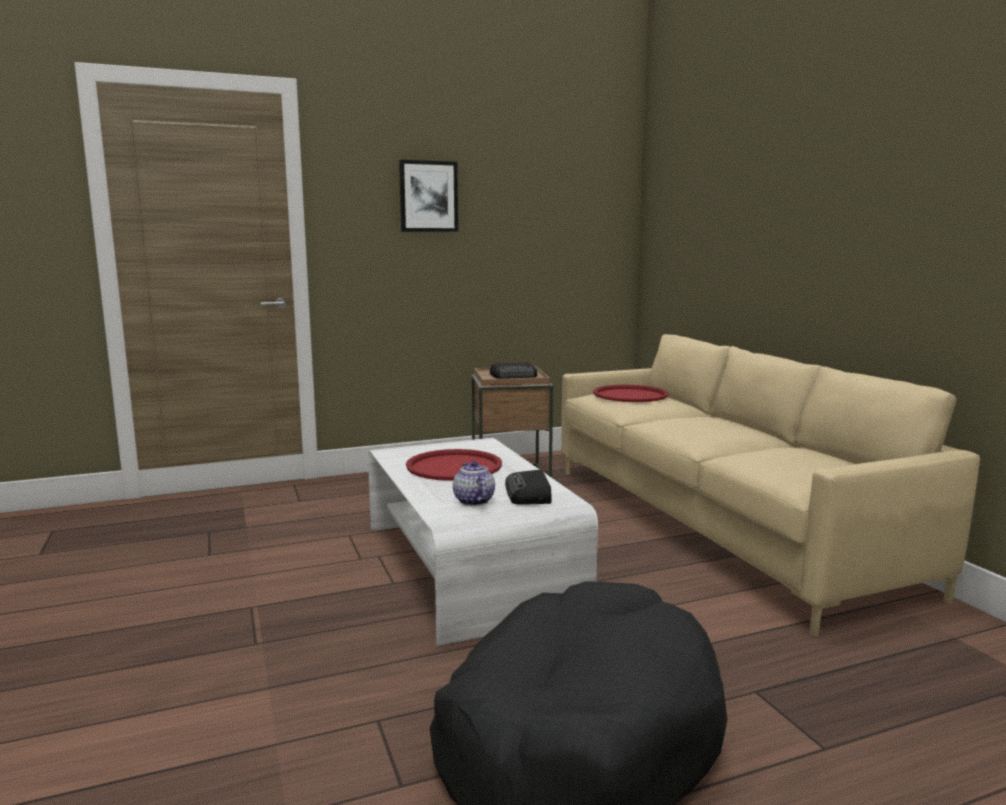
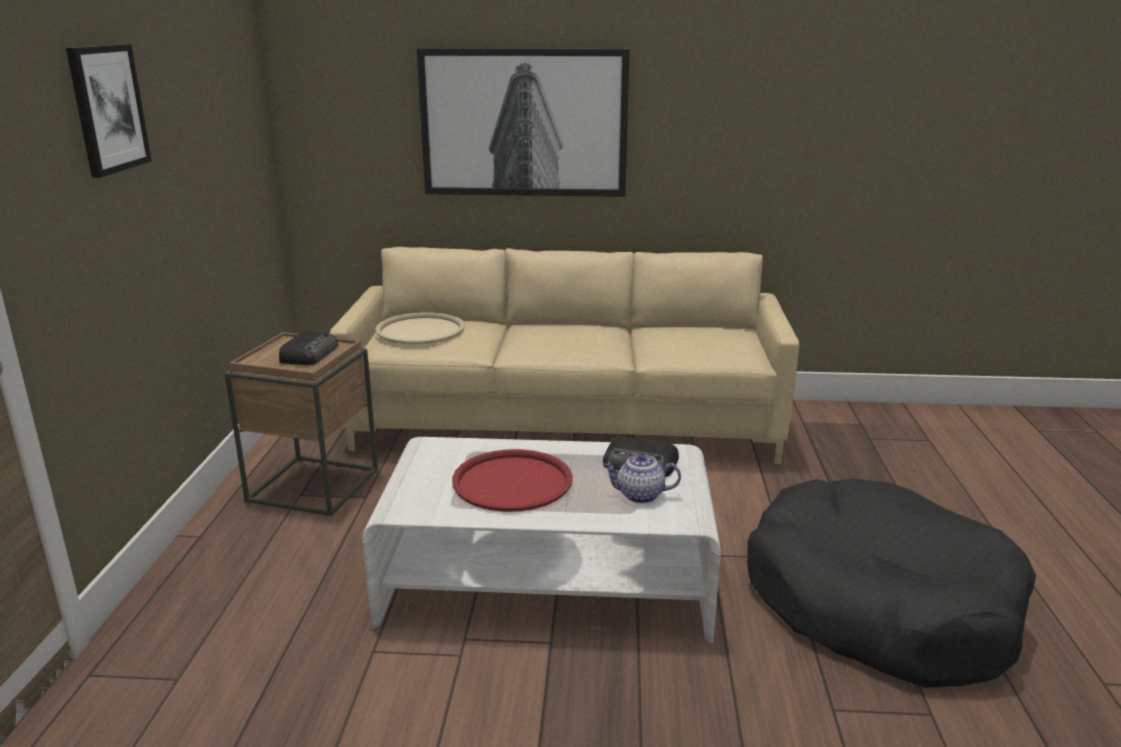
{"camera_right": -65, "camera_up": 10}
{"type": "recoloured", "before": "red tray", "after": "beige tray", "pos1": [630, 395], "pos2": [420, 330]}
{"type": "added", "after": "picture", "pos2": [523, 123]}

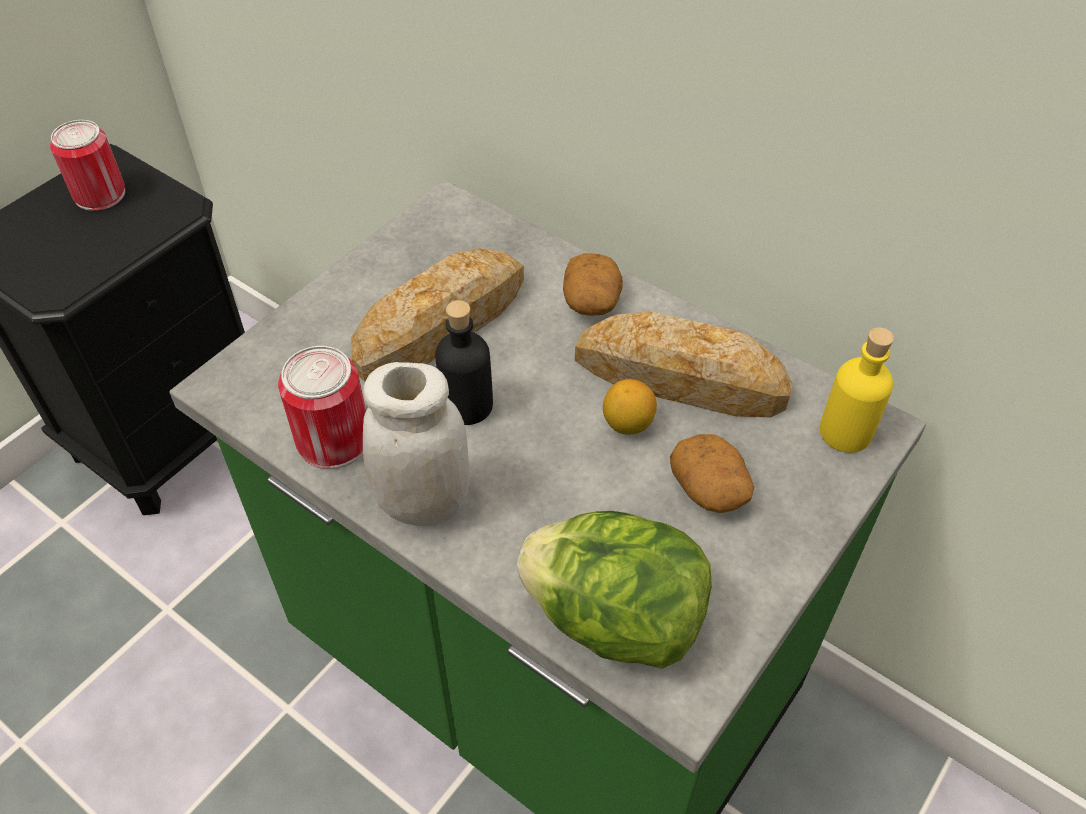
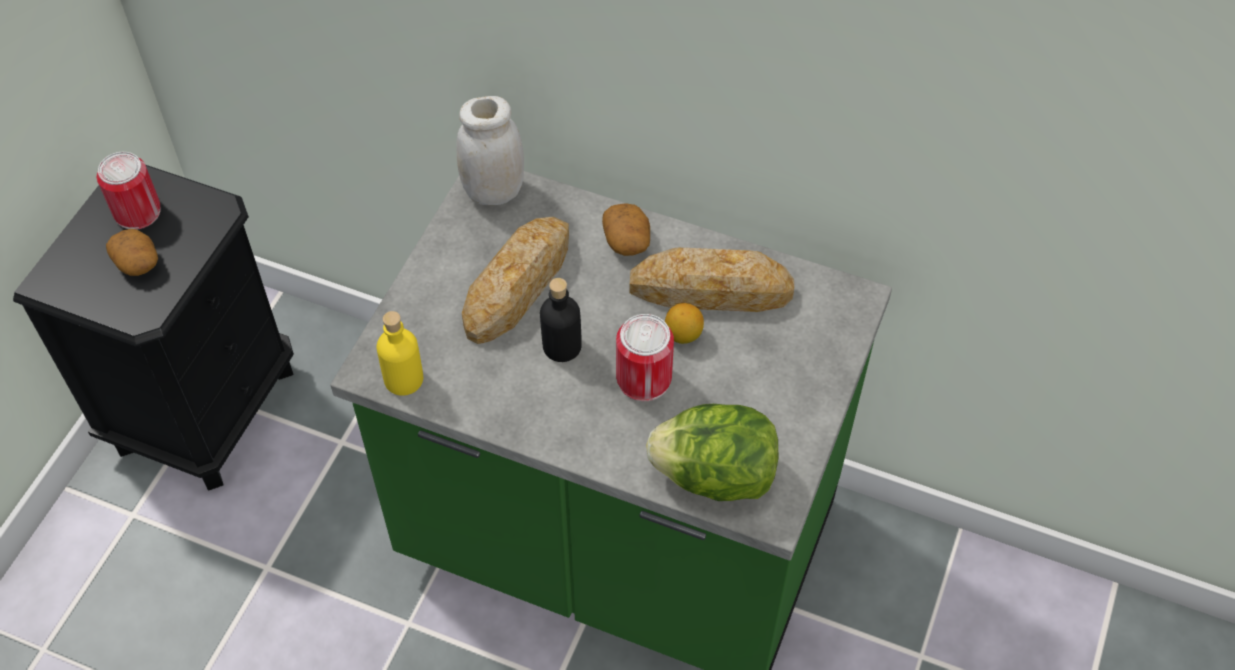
{"camera_right": -15, "camera_up": 5}
{"type": "moved", "before": "can", "pos1": [333, 440], "pos2": [643, 379]}
{"type": "moved", "before": "white jar", "pos1": [423, 503], "pos2": [493, 192]}
{"type": "moved", "before": "potato", "pos1": [710, 488], "pos2": [137, 262]}
{"type": "moved", "before": "yellow bottle", "pos1": [845, 432], "pos2": [404, 379]}

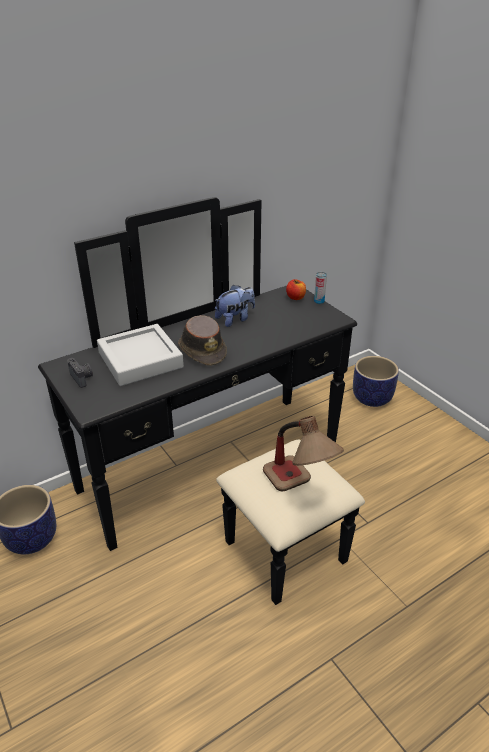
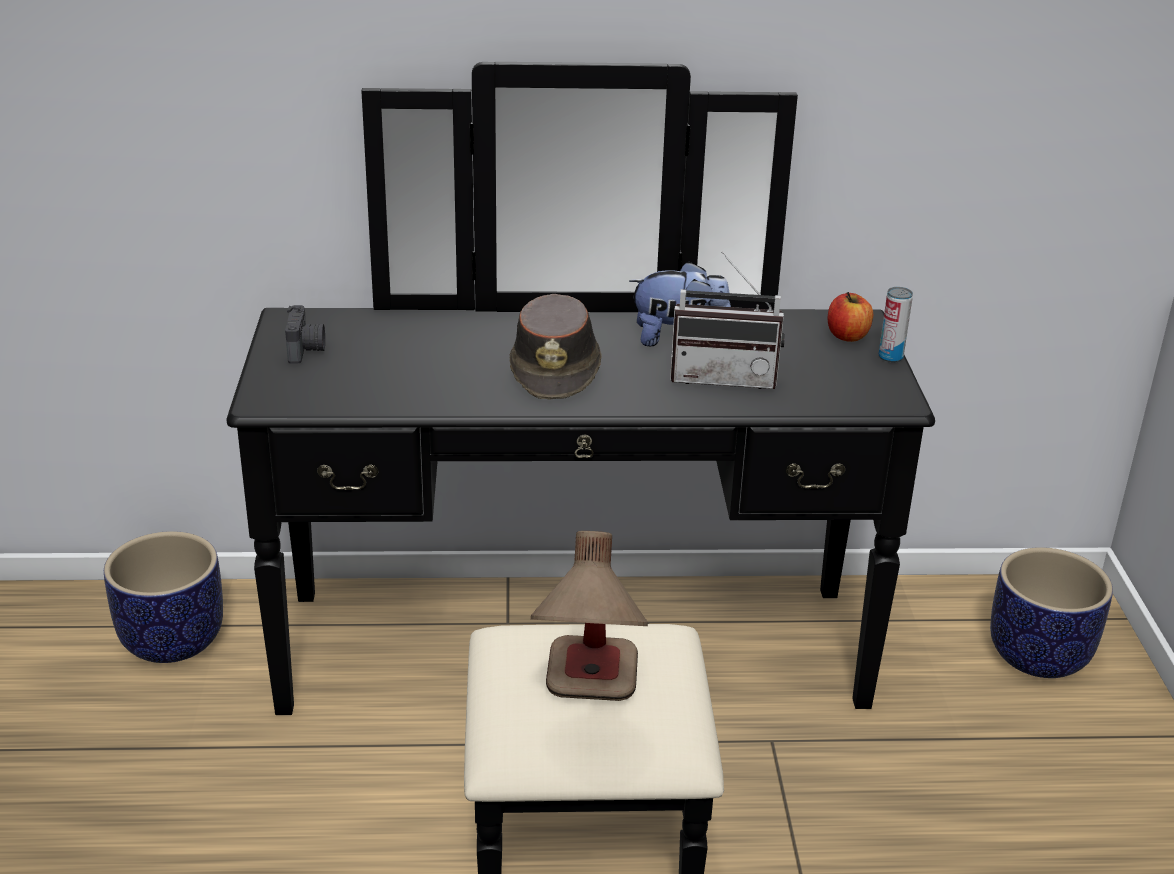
{"camera_right": 30, "camera_up": -5}
{"type": "removed", "before": "grey tray", "pos1": [140, 360]}
{"type": "added", "after": "radio", "pos2": [724, 377]}

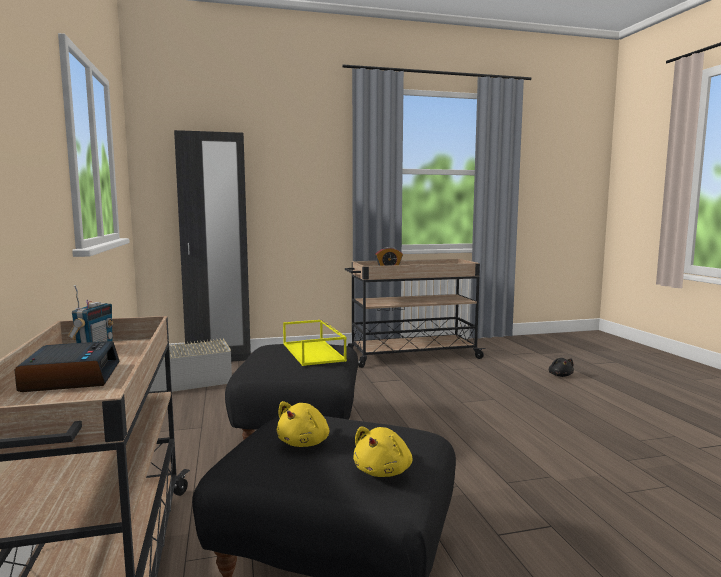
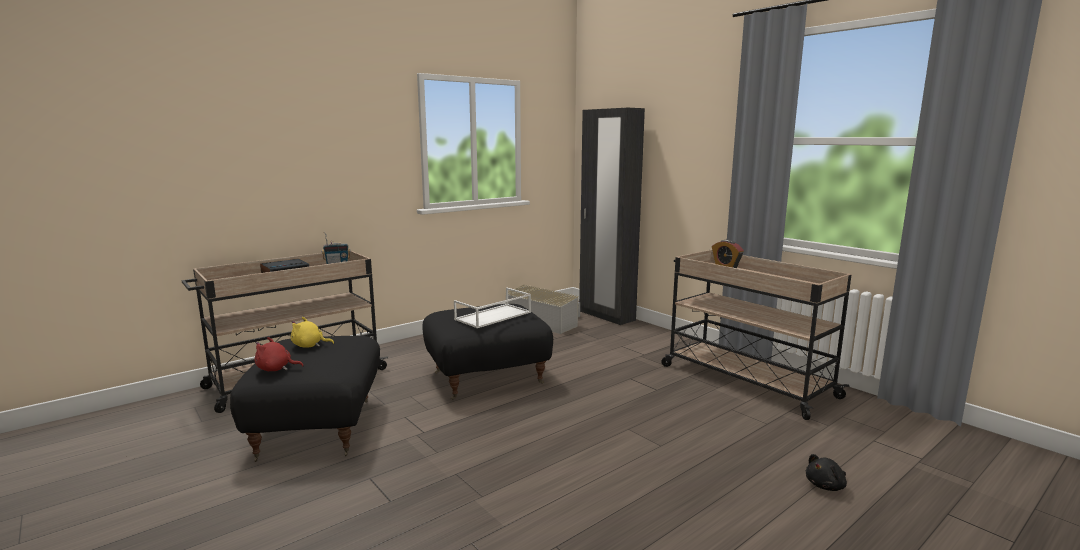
{"camera_right": 65, "camera_up": 5}
{"type": "recoloured", "before": "yellow tray", "after": "white tray", "pos1": [314, 352], "pos2": [493, 316]}
{"type": "recoloured", "before": "yellow plush toy", "after": "red plush toy", "pos1": [384, 471], "pos2": [276, 369]}

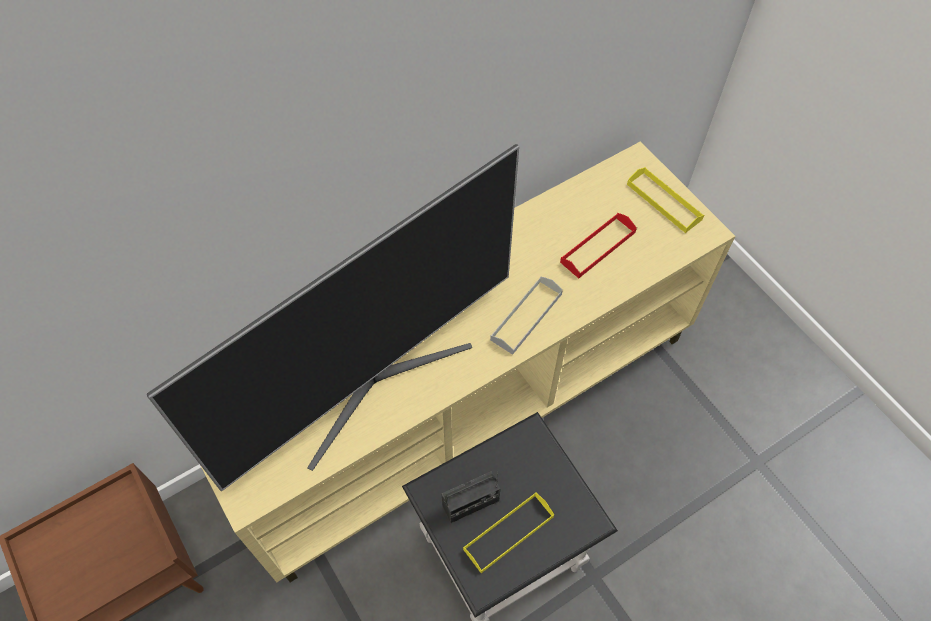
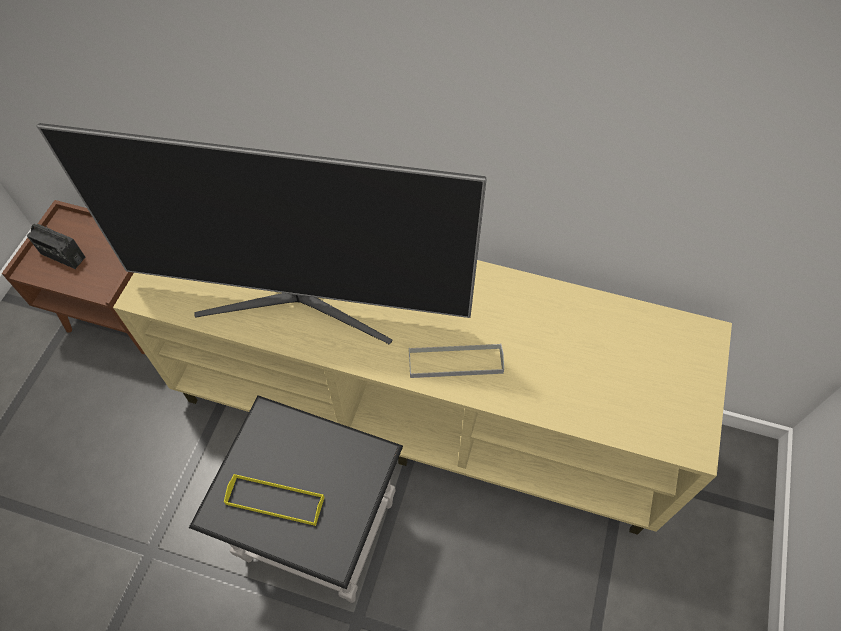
{"camera_right": 50, "camera_up": 0}
{"type": "moved", "before": "radio", "pos1": [471, 503], "pos2": [63, 255]}
{"type": "removed", "before": "red tray", "pos1": [598, 247]}
{"type": "removed", "before": "yellow tray", "pos1": [664, 202]}

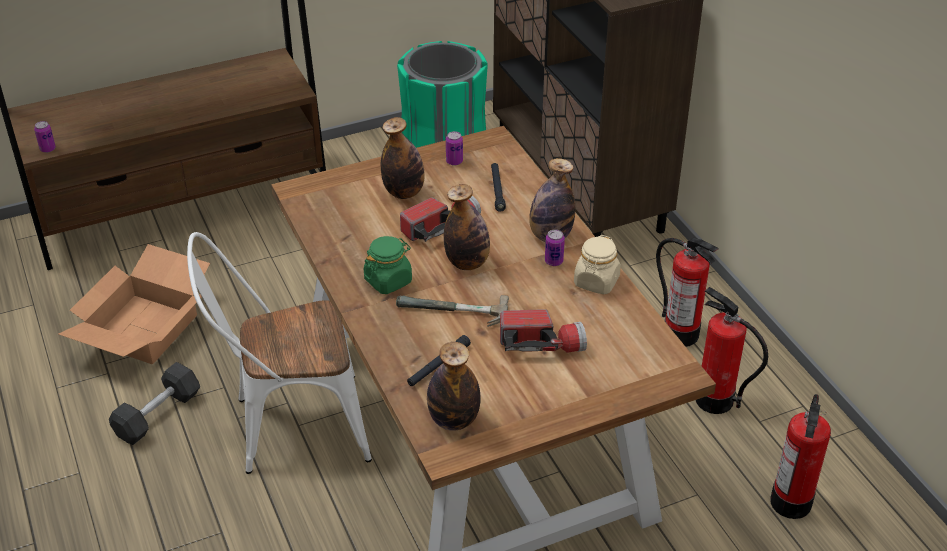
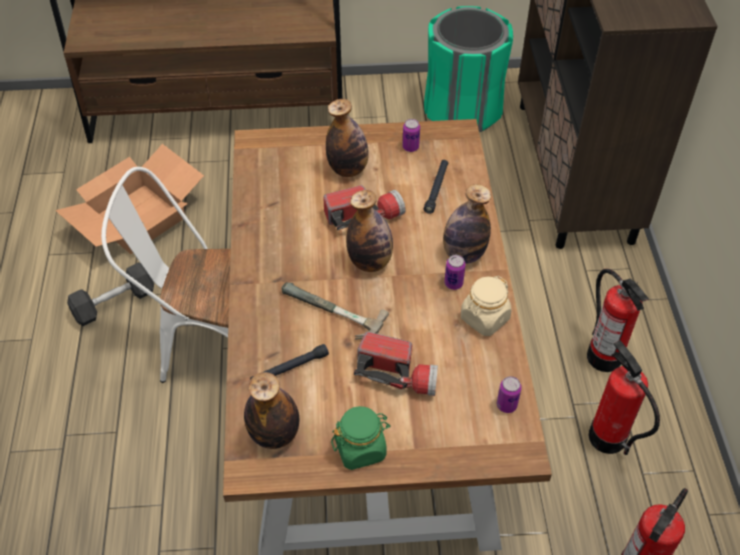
{"camera_right": 20, "camera_up": 10}
{"type": "moved", "before": "can", "pos1": [48, 149], "pos2": [506, 405]}
{"type": "moved", "before": "green jar", "pos1": [388, 281], "pos2": [360, 448]}

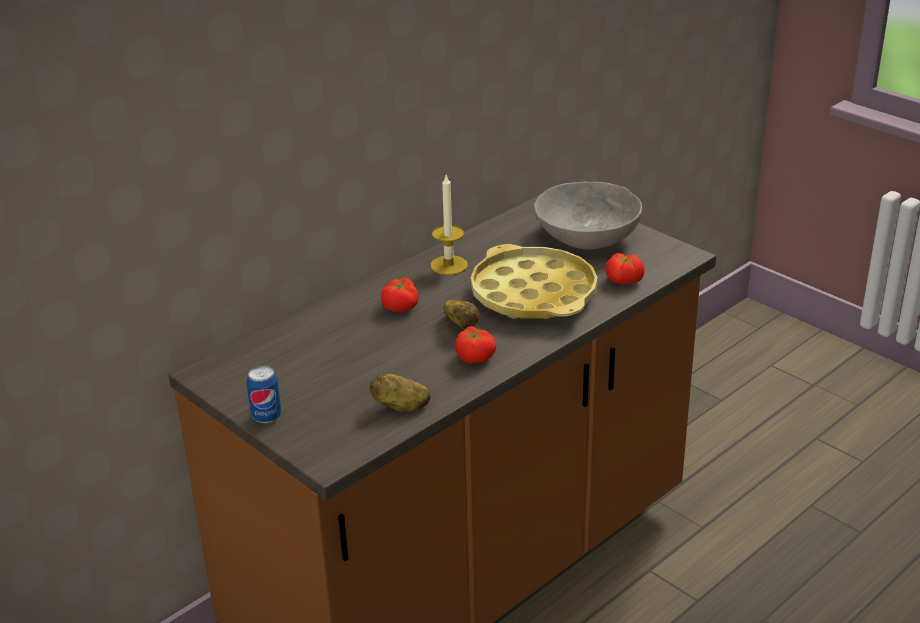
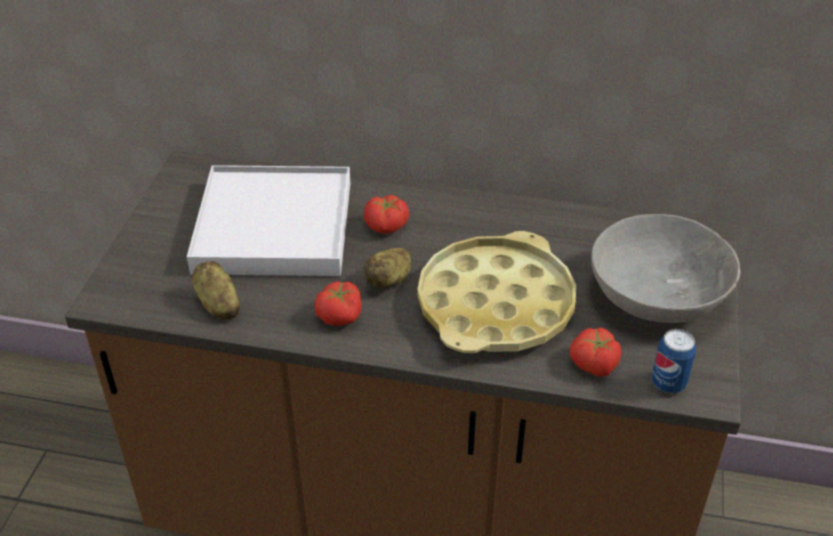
{"camera_right": 55, "camera_up": 10}
{"type": "moved", "before": "can", "pos1": [266, 417], "pos2": [668, 383]}
{"type": "removed", "before": "candle", "pos1": [449, 265]}
{"type": "added", "after": "white tray", "pos2": [273, 226]}

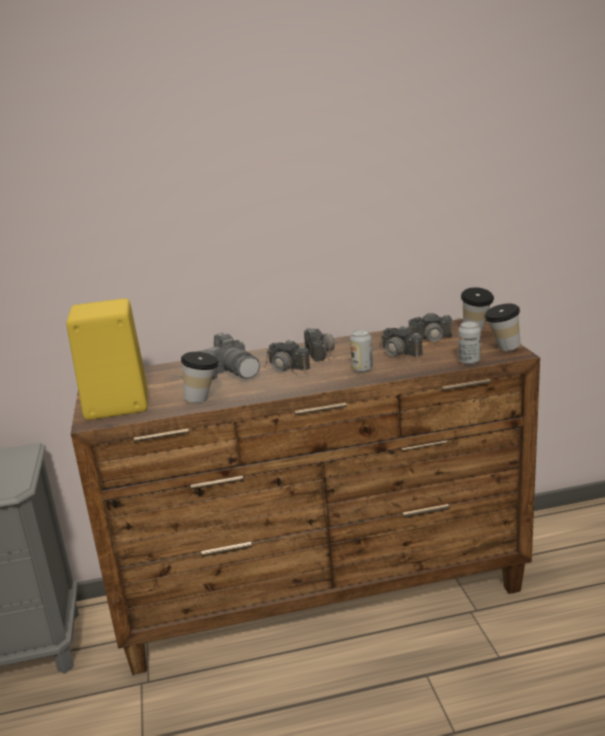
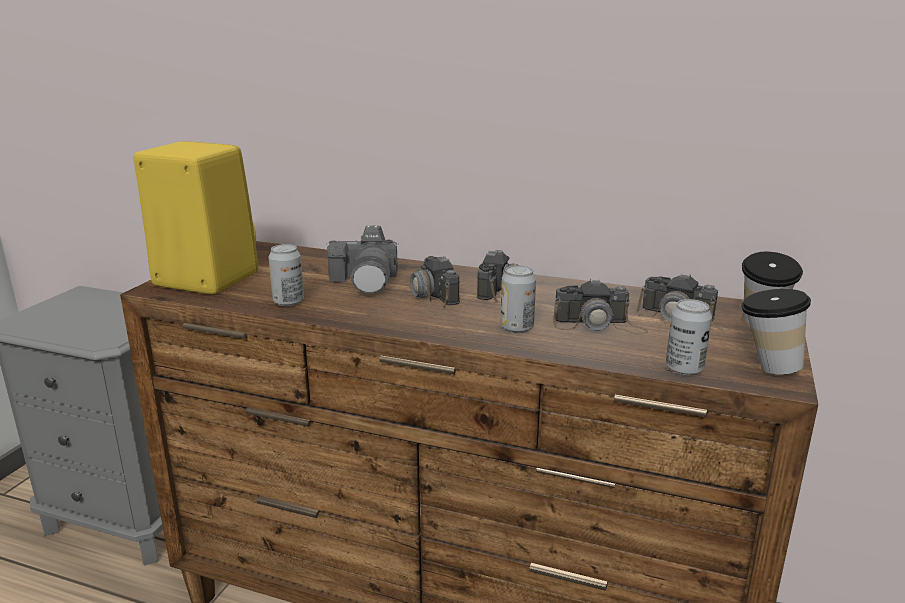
{"camera_right": 30, "camera_up": 0}
{"type": "replaced", "before": "cup", "after": "can", "pos1": [203, 399], "pos2": [288, 302]}
{"type": "turned", "before": "photo camera", "pos1": [401, 354], "pos2": [599, 325], "turn": -75}

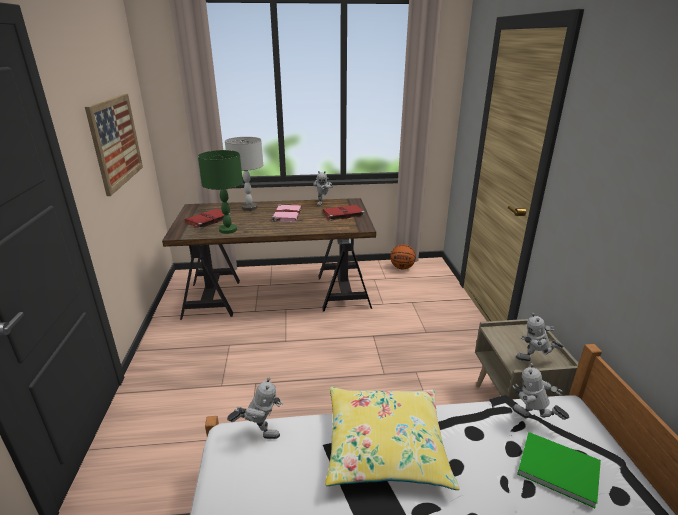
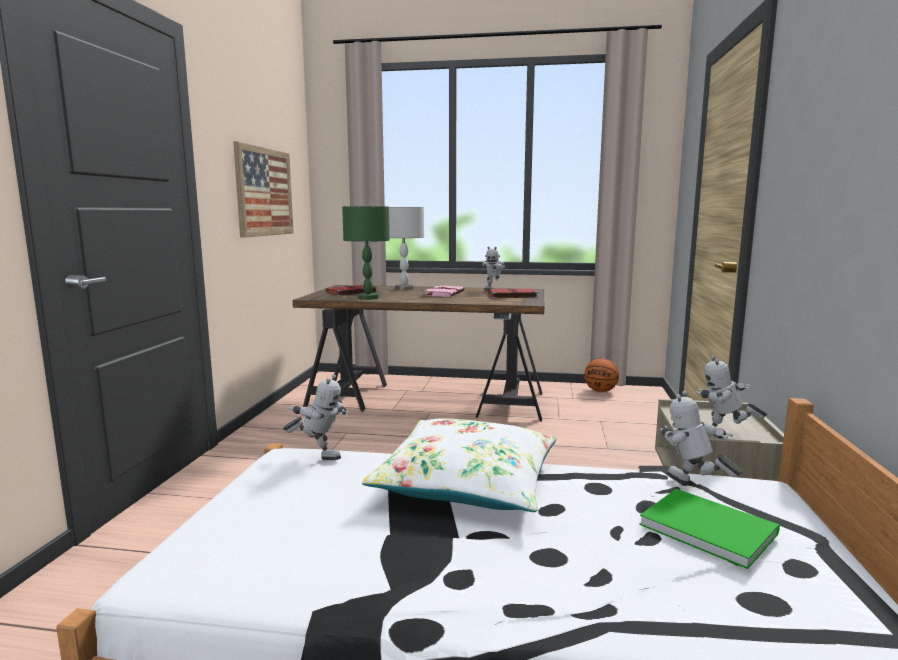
{"camera_right": 15, "camera_up": -15}
{"type": "recoloured", "before": "yellow pillow", "after": "white pillow", "pos1": [385, 445], "pos2": [468, 482]}

